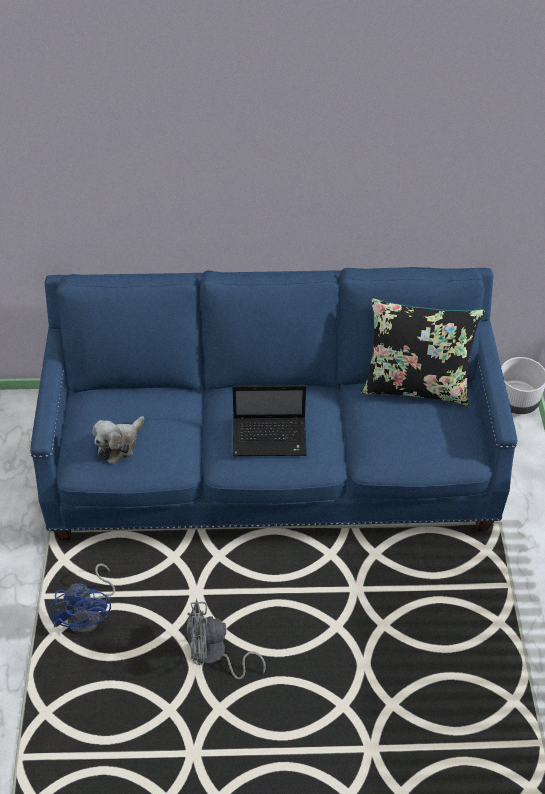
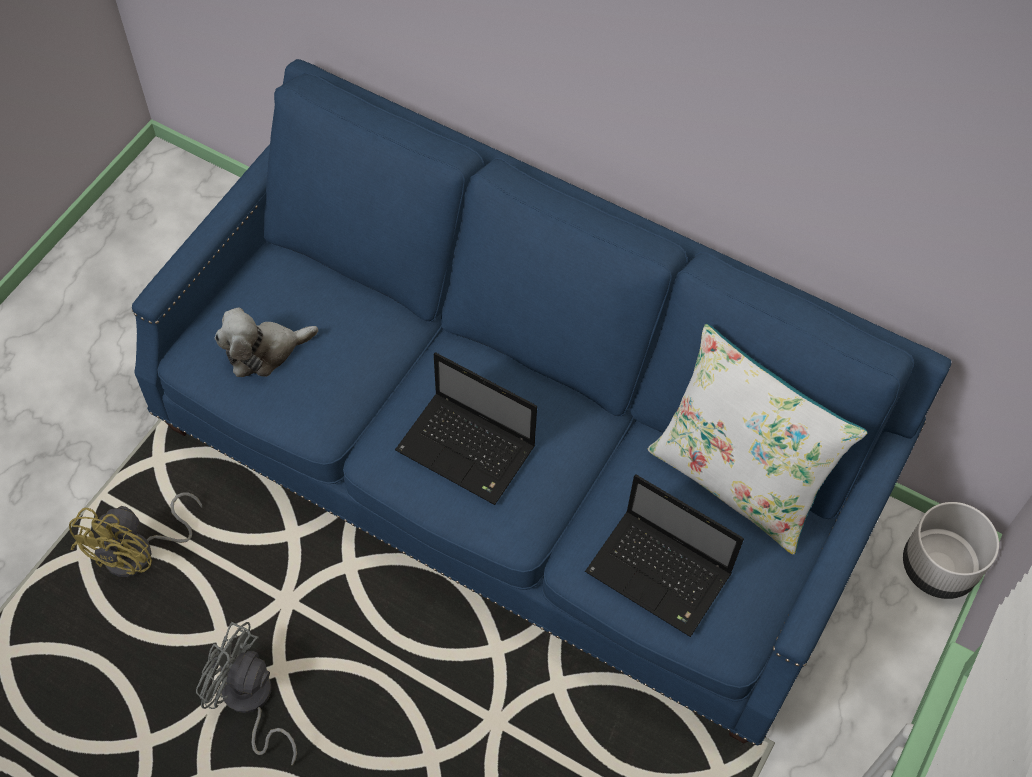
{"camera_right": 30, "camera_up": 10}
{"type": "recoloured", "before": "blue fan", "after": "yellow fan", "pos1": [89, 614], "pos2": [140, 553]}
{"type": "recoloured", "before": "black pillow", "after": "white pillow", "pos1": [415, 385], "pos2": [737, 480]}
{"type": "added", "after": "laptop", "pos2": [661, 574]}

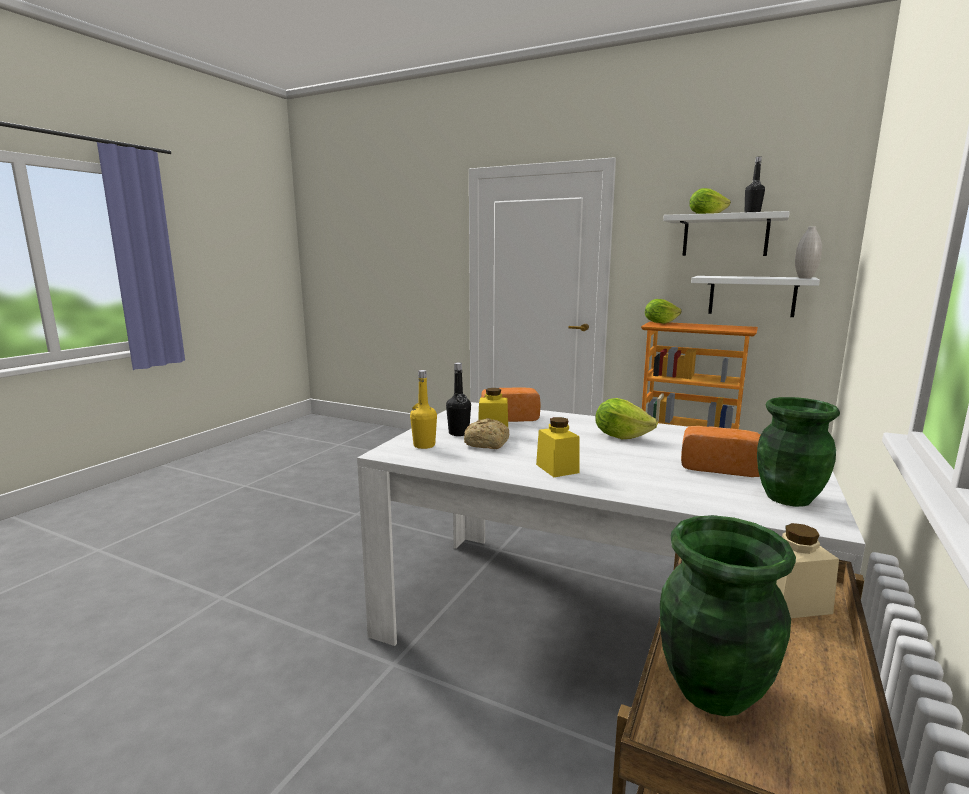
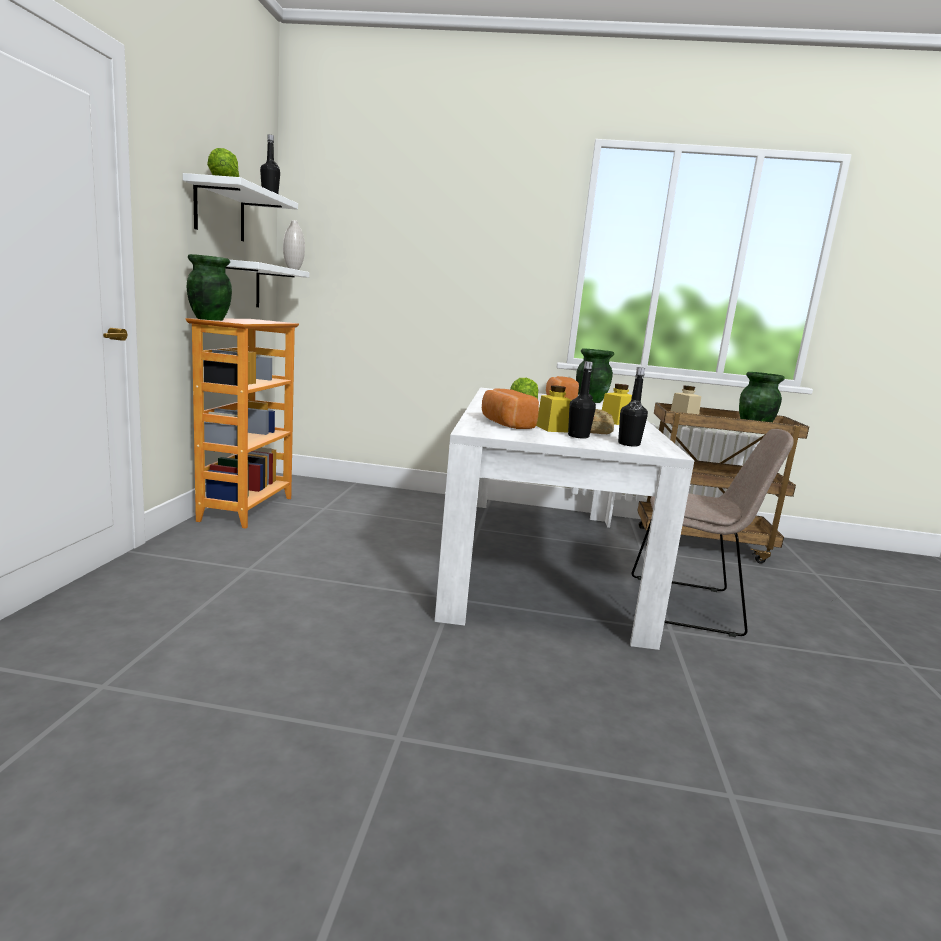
{"camera_right": -110, "camera_up": 0}
{"type": "recoloured", "before": "yellow bottle", "after": "black bottle", "pos1": [424, 445], "pos2": [628, 444]}
{"type": "replaced", "before": "lettuce", "after": "green vase", "pos1": [660, 323], "pos2": [209, 319]}
{"type": "added", "after": "beige chair", "pos2": [689, 606]}

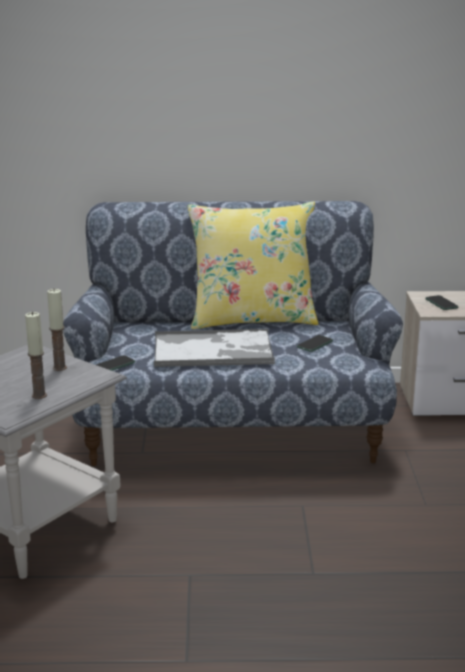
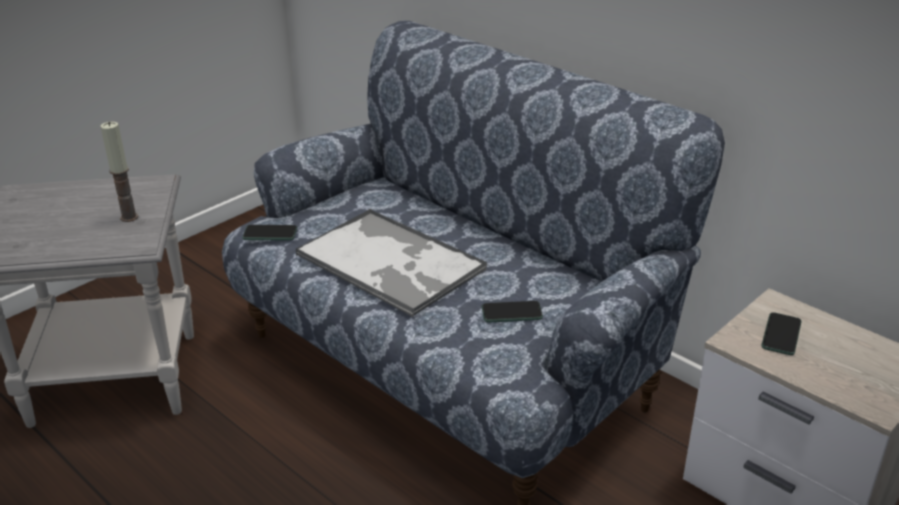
{"camera_right": 45, "camera_up": 10}
{"type": "removed", "before": "candle", "pos1": [39, 395]}
{"type": "removed", "before": "yellow pillow", "pos1": [252, 319]}

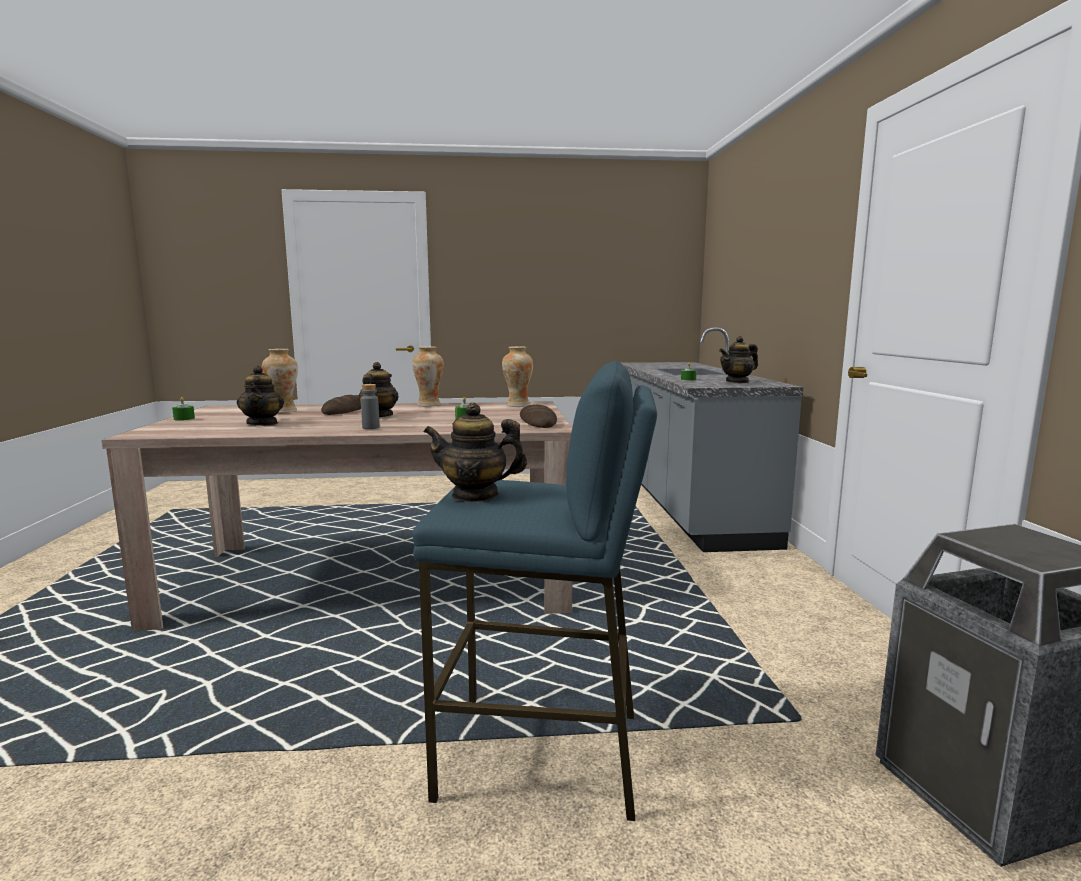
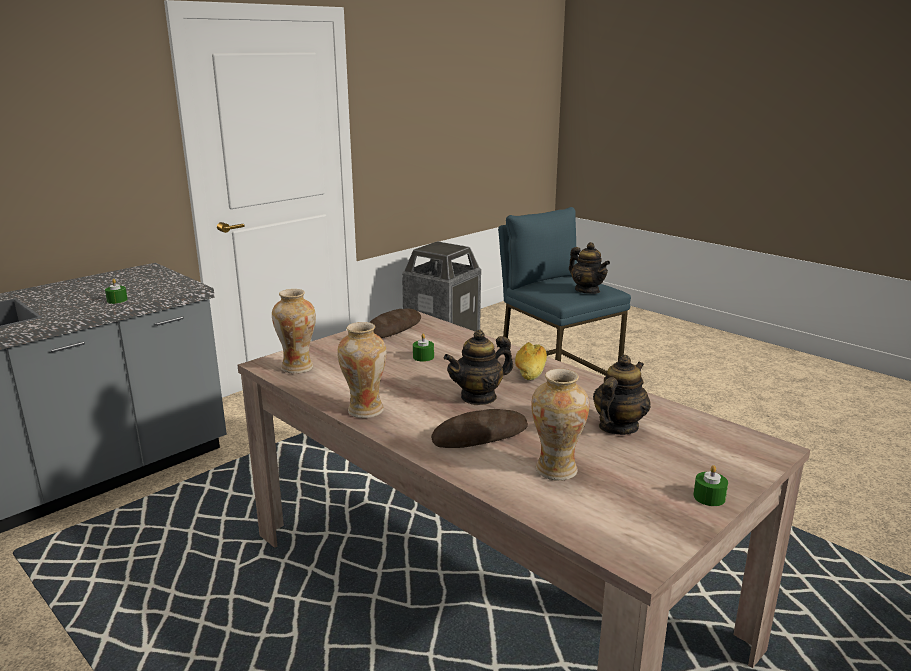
{"camera_right": -130, "camera_up": 10}
{"type": "replaced", "before": "grey bottle", "after": "bread", "pos1": [371, 427], "pos2": [530, 371]}
{"type": "removed", "before": "teapot", "pos1": [737, 382]}

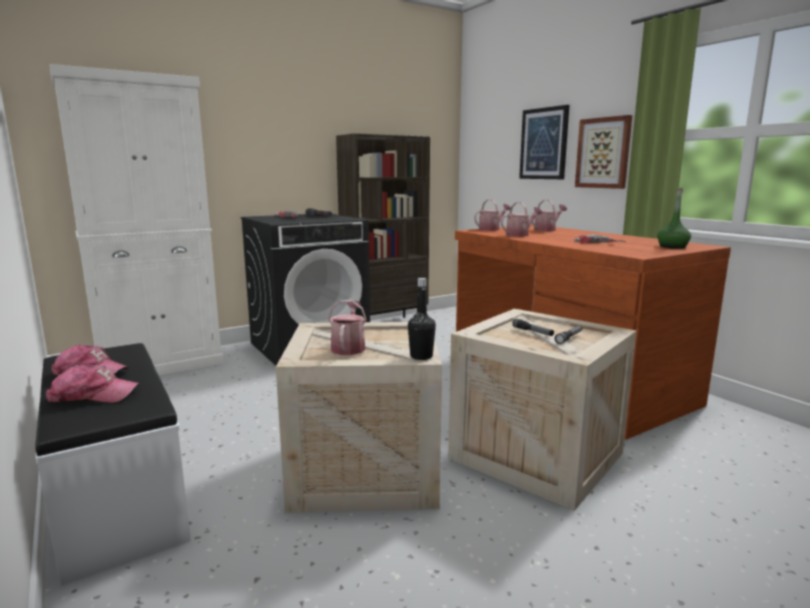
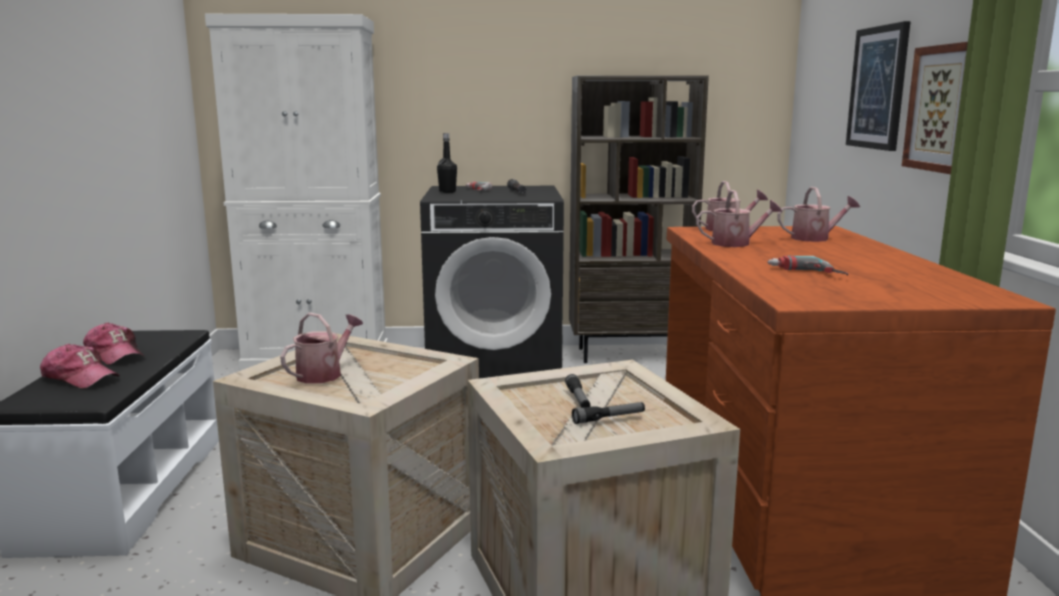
{"camera_right": 30, "camera_up": 0}
{"type": "moved", "before": "black bottle", "pos1": [421, 356], "pos2": [447, 192]}
{"type": "removed", "before": "green bottle", "pos1": [672, 247]}

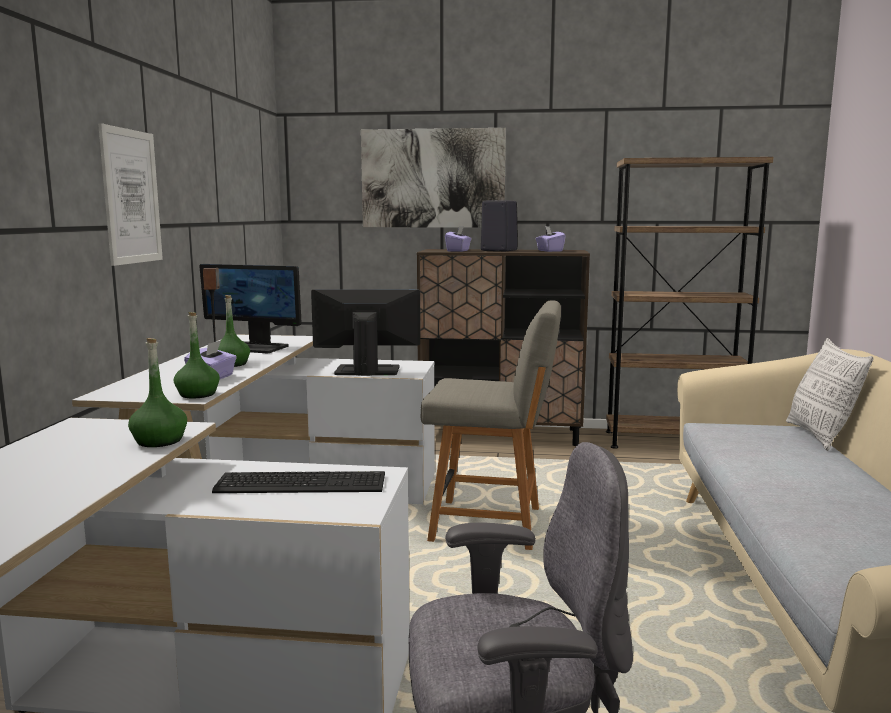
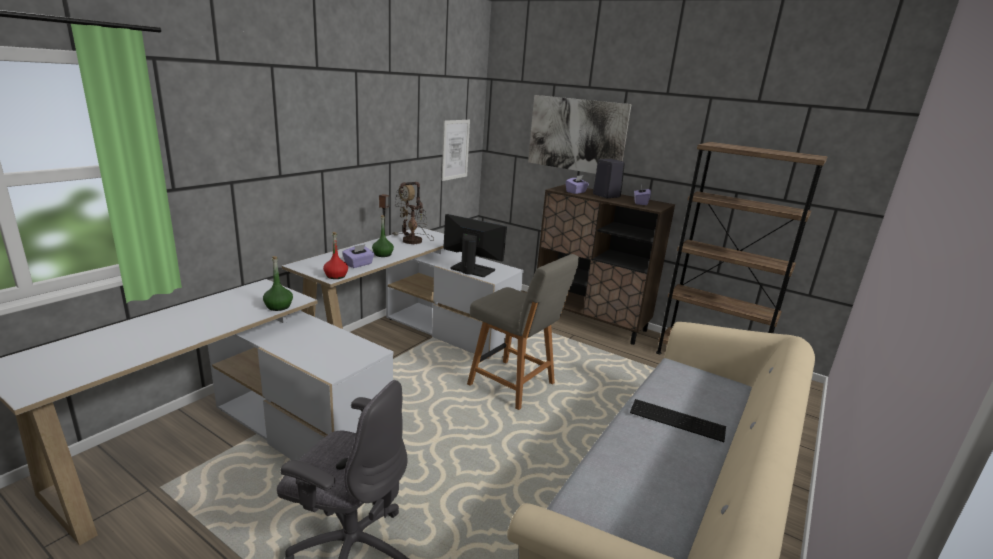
{"camera_right": 25, "camera_up": 10}
{"type": "moved", "before": "picture", "pos1": [131, 197], "pos2": [455, 149]}
{"type": "recoloured", "before": "green bottle", "after": "red bottle", "pos1": [198, 394], "pos2": [336, 276]}
{"type": "replaced", "before": "monitor", "after": "table lamp", "pos1": [253, 347], "pos2": [412, 242]}
{"type": "moved", "before": "keyboard", "pos1": [300, 482], "pos2": [676, 418]}
{"type": "removed", "before": "pillow", "pos1": [820, 436]}

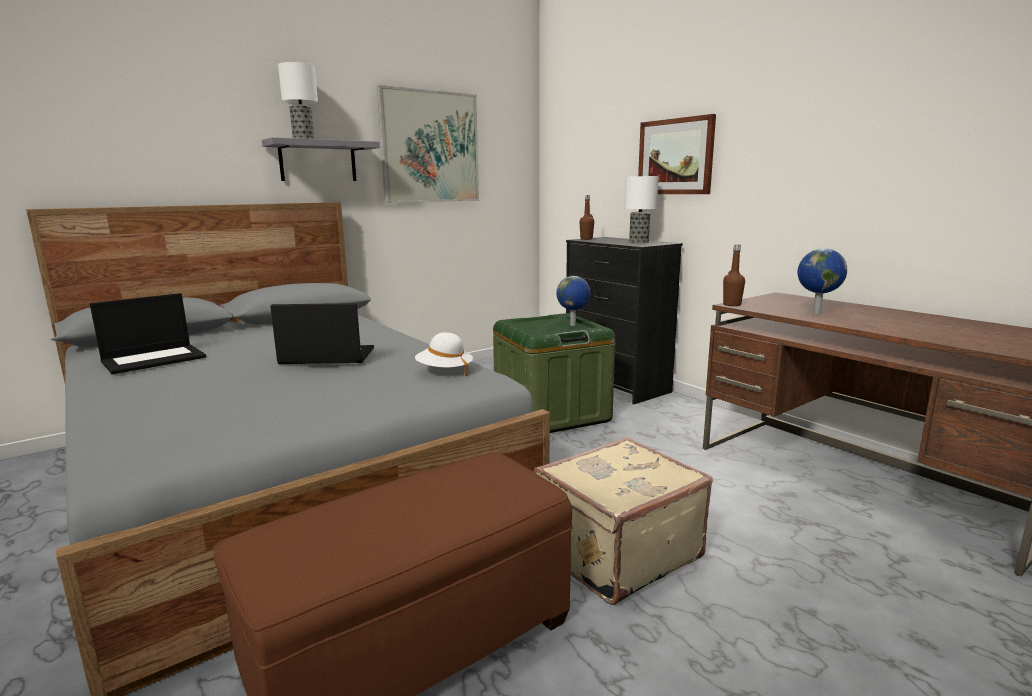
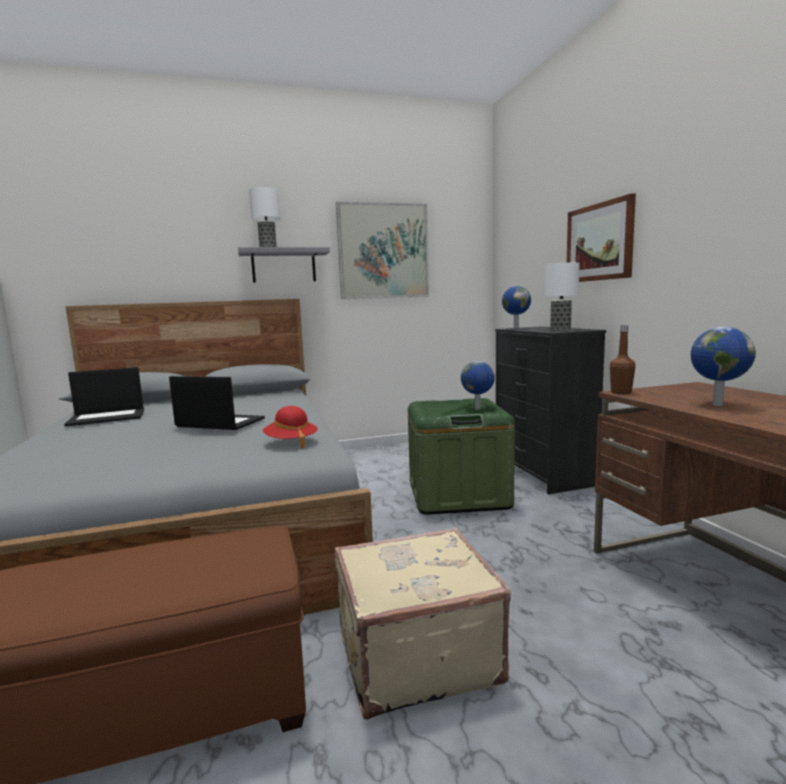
{"camera_right": 20, "camera_up": -5}
{"type": "recoloured", "before": "white hat", "after": "red hat", "pos1": [444, 371], "pos2": [291, 442]}
{"type": "replaced", "before": "brown bottle", "after": "globe", "pos1": [586, 239], "pos2": [515, 328]}

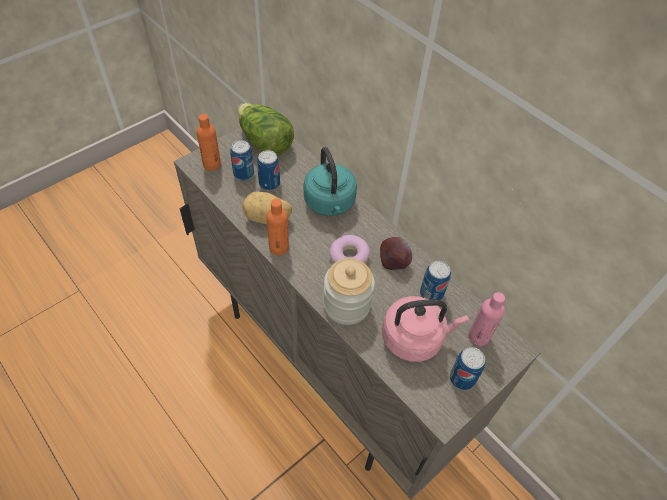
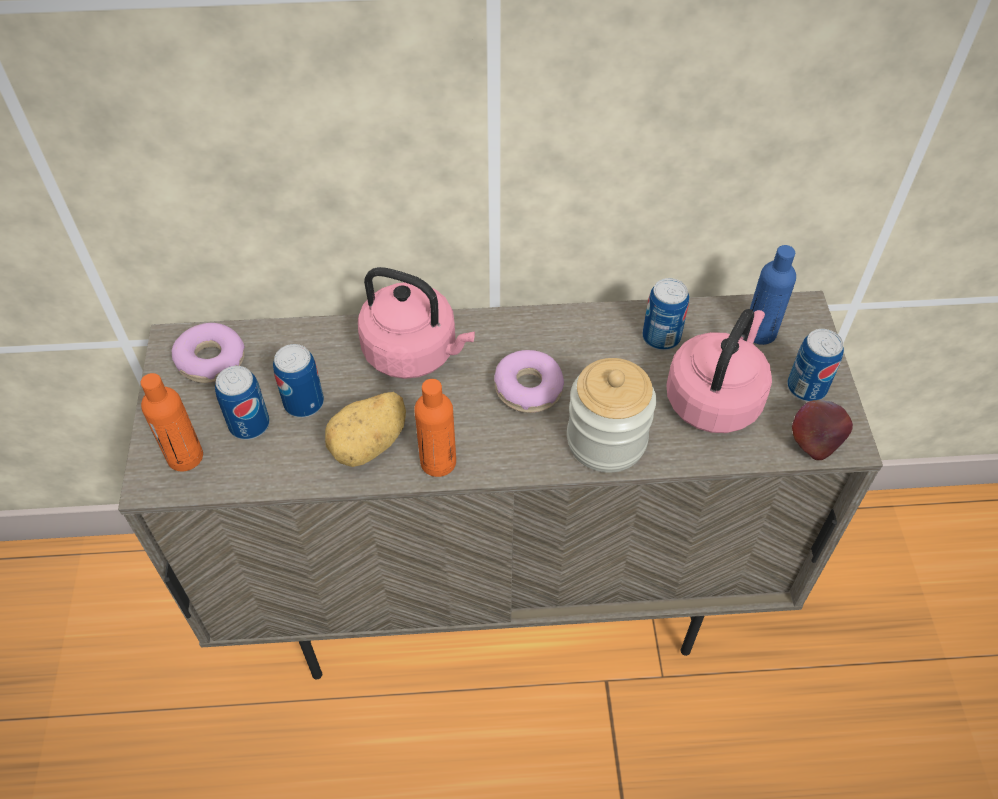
{"camera_right": -50, "camera_up": 0}
{"type": "replaced", "before": "lettuce", "after": "donut", "pos1": [264, 142], "pos2": [211, 360]}
{"type": "recoloured", "before": "turquoise kettle", "after": "pink kettle", "pos1": [330, 204], "pos2": [415, 352]}
{"type": "moved", "before": "apple", "pos1": [394, 262], "pos2": [815, 441]}
{"type": "recoloured", "before": "pink bottle", "after": "blue bottle", "pos1": [478, 336], "pos2": [760, 332]}

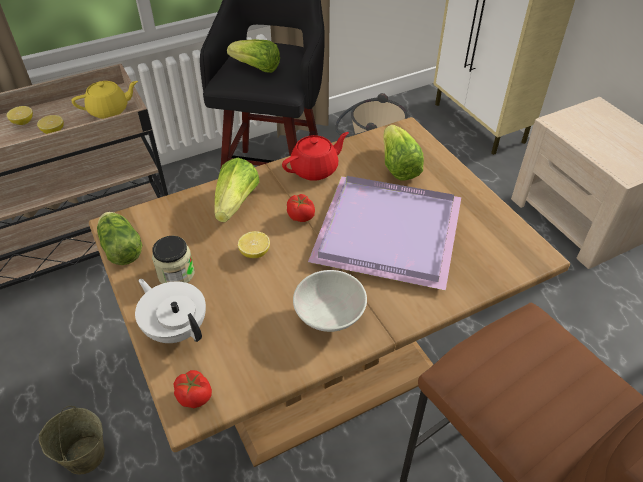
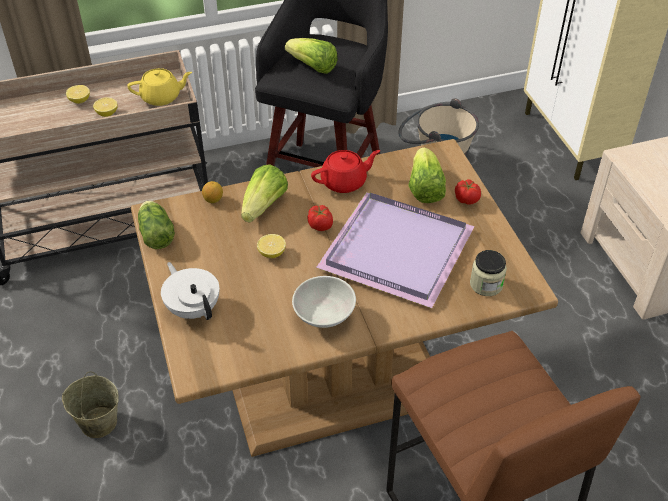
{"camera_right": 10, "camera_up": 0}
{"type": "moved", "before": "jar", "pos1": [176, 274], "pos2": [486, 284]}
{"type": "moved", "before": "tomato", "pos1": [194, 396], "pos2": [466, 200]}
{"type": "added", "after": "lemon", "pos2": [213, 199]}

